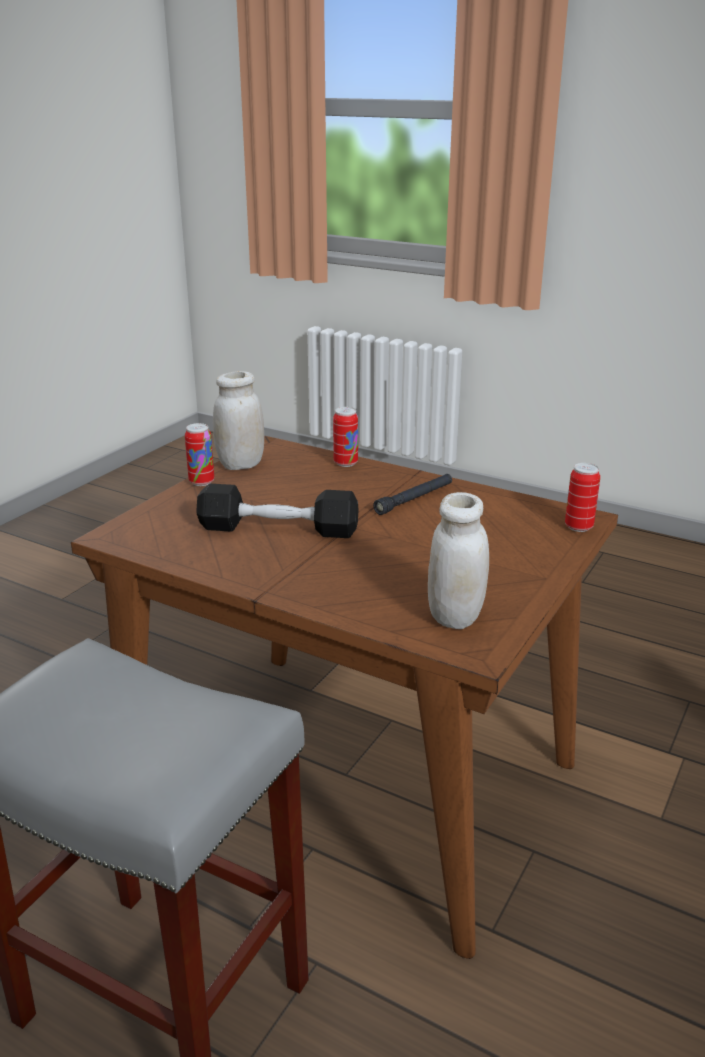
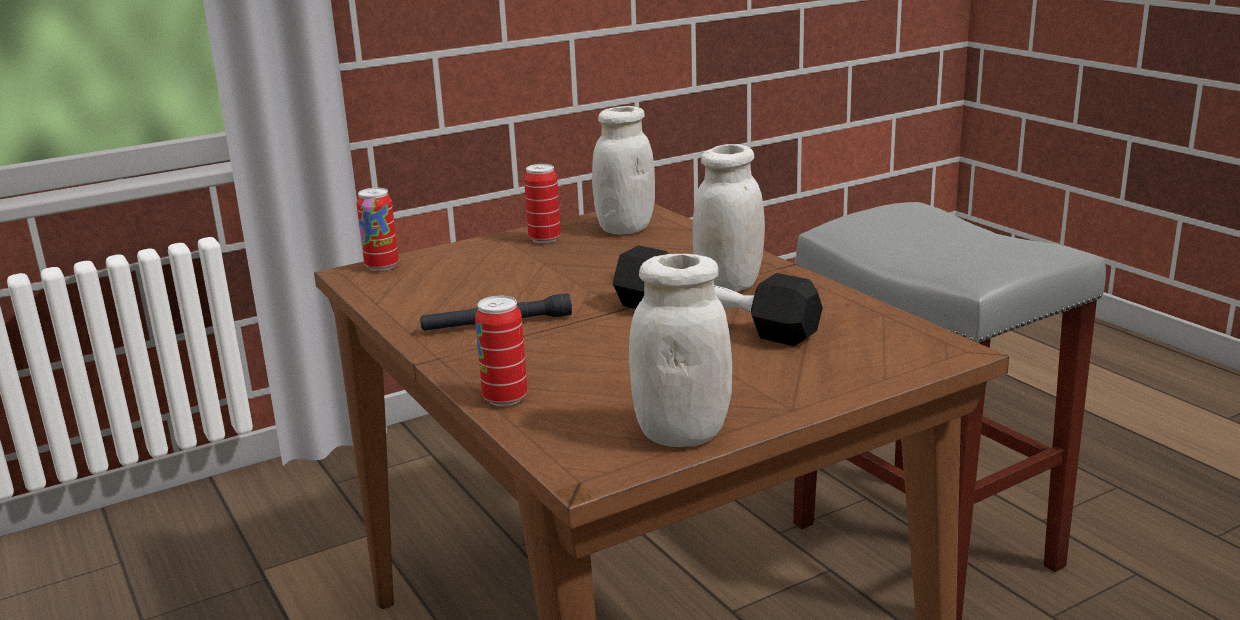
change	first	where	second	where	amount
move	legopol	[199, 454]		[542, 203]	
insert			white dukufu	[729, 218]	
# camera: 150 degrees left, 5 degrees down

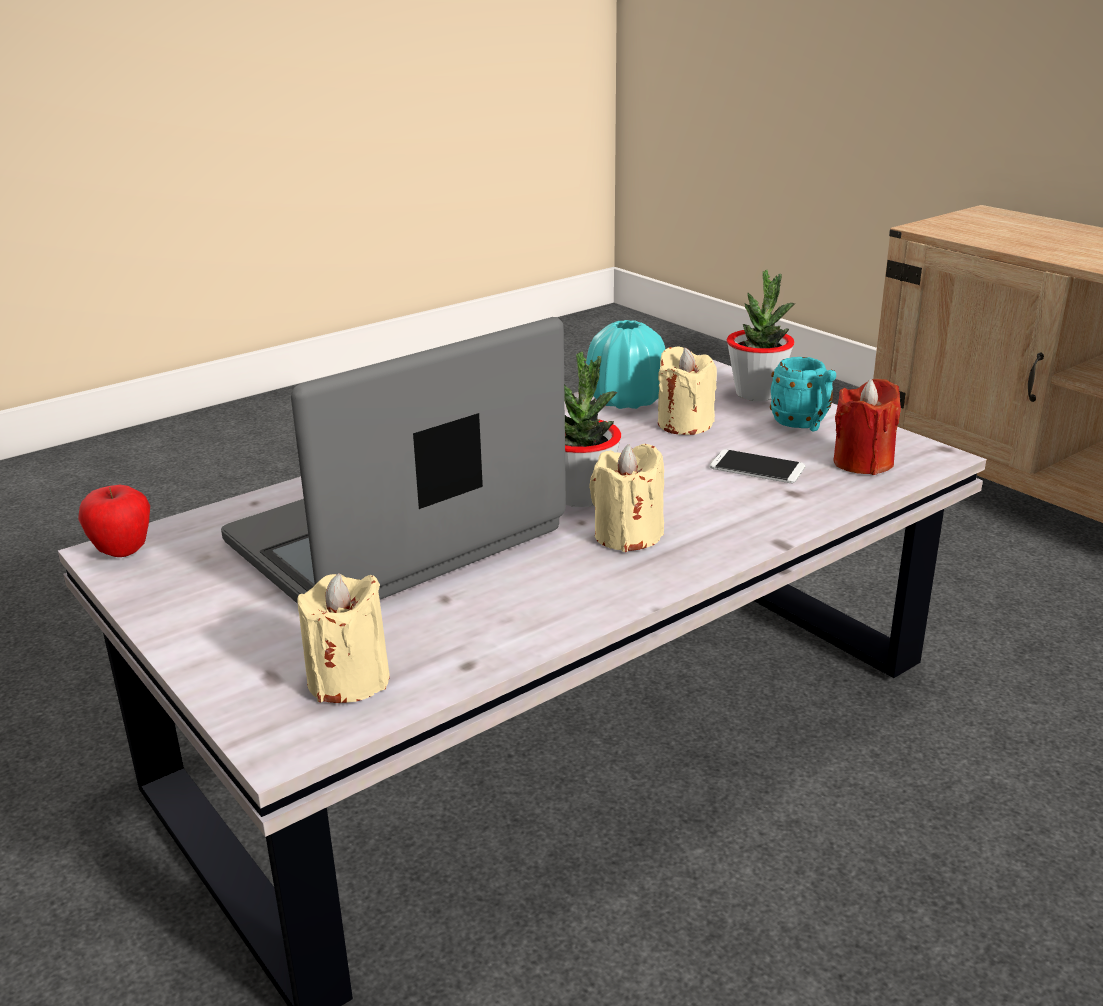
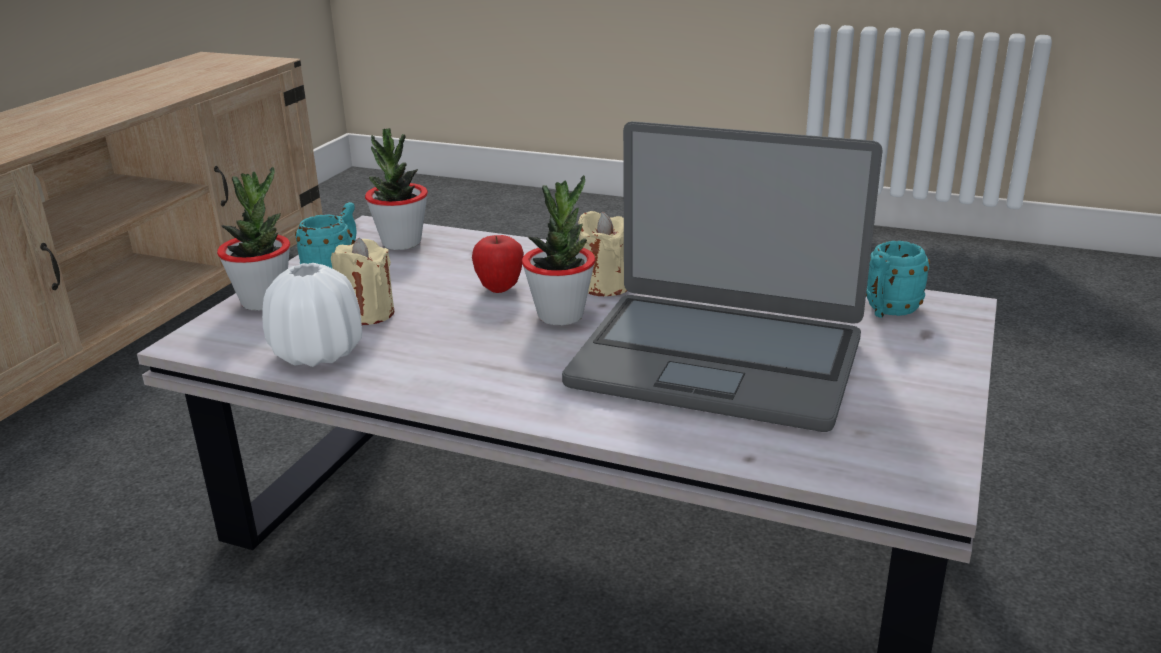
change	first	where	second	where	amount
recolor	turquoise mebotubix	[625, 364]	white mebotubix	[312, 315]	
replace	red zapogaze	[867, 427]	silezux	[396, 189]	
move	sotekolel	[114, 521]		[498, 264]	
replace	beige zapogaze	[343, 638]	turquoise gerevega	[898, 279]	
delete	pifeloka	[757, 466]			
# camera: 120 degrees left, 0 degrees up

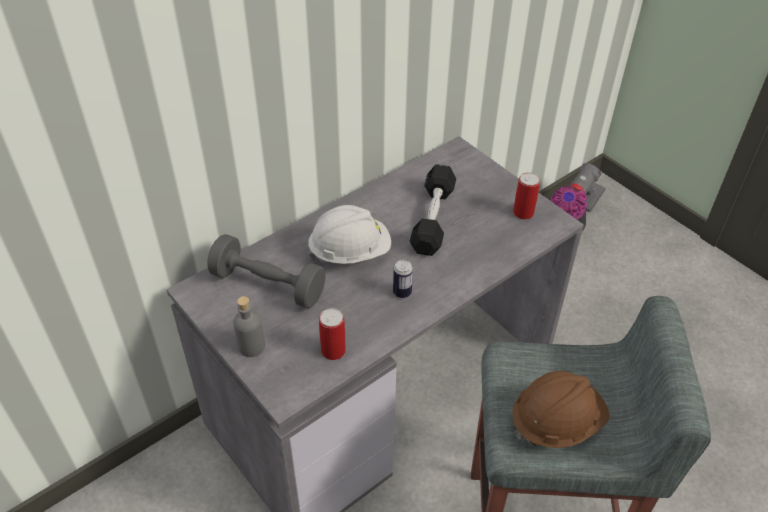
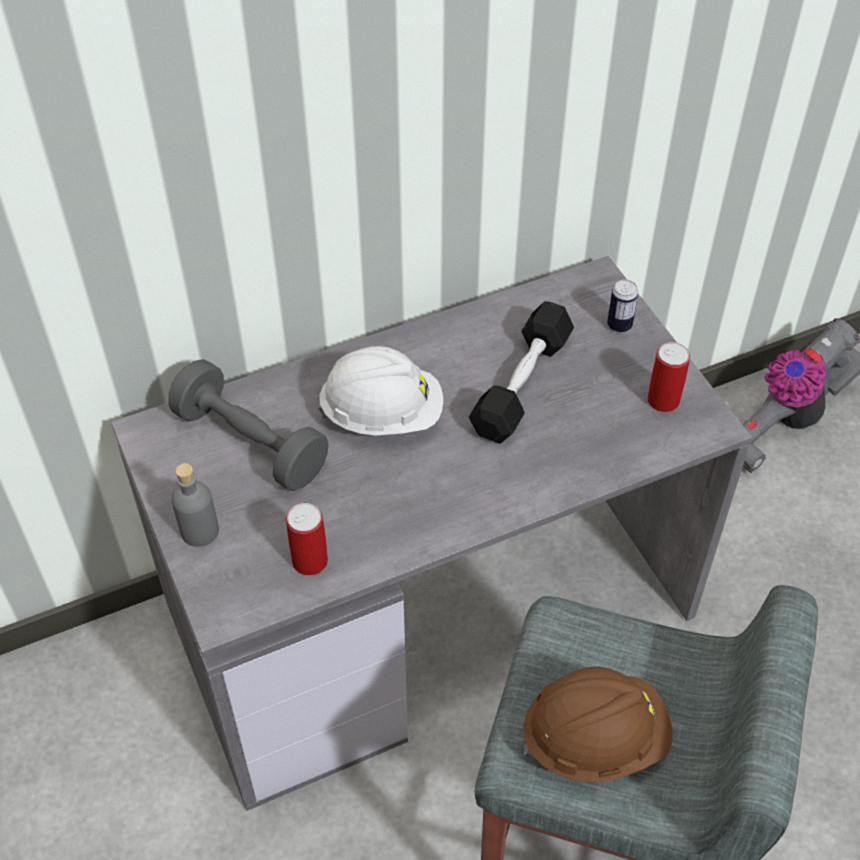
change	first	where	second	where	amount
move	legopol	[403, 279]		[622, 306]	
# camera: 15 degrees right, 5 degrees up

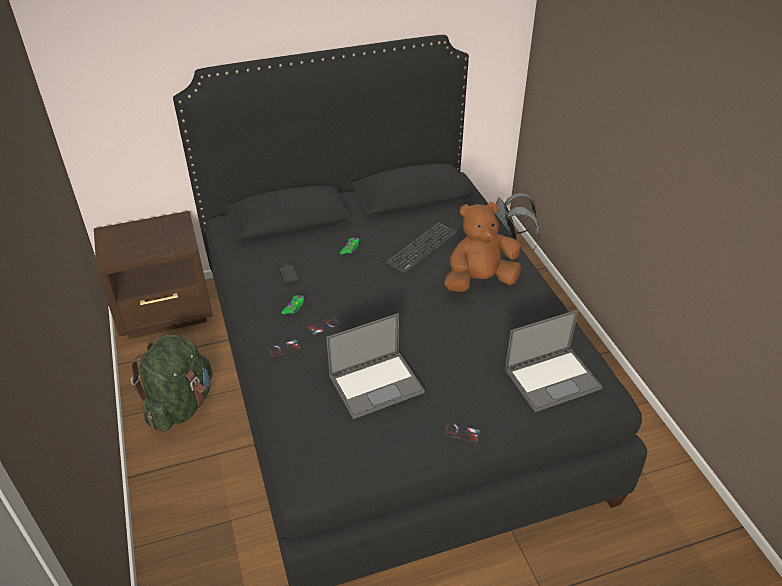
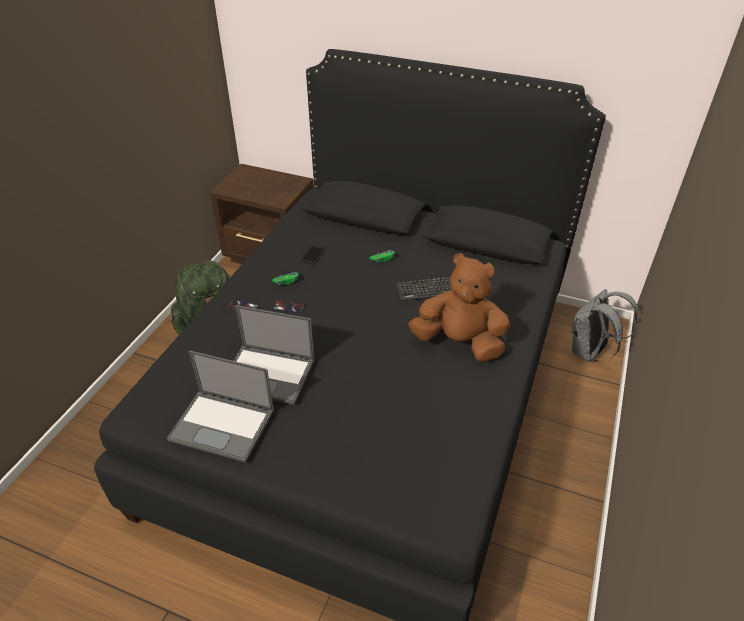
change	first	where	second	where	amount
move	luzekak	[553, 361]		[220, 406]	
delete	pifeloka	[462, 433]			
# camera: 40 degrees right, 0 degrees up

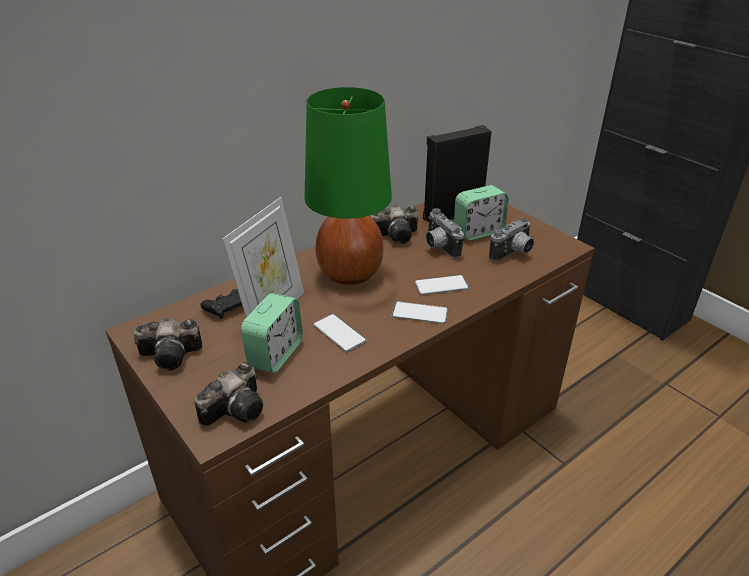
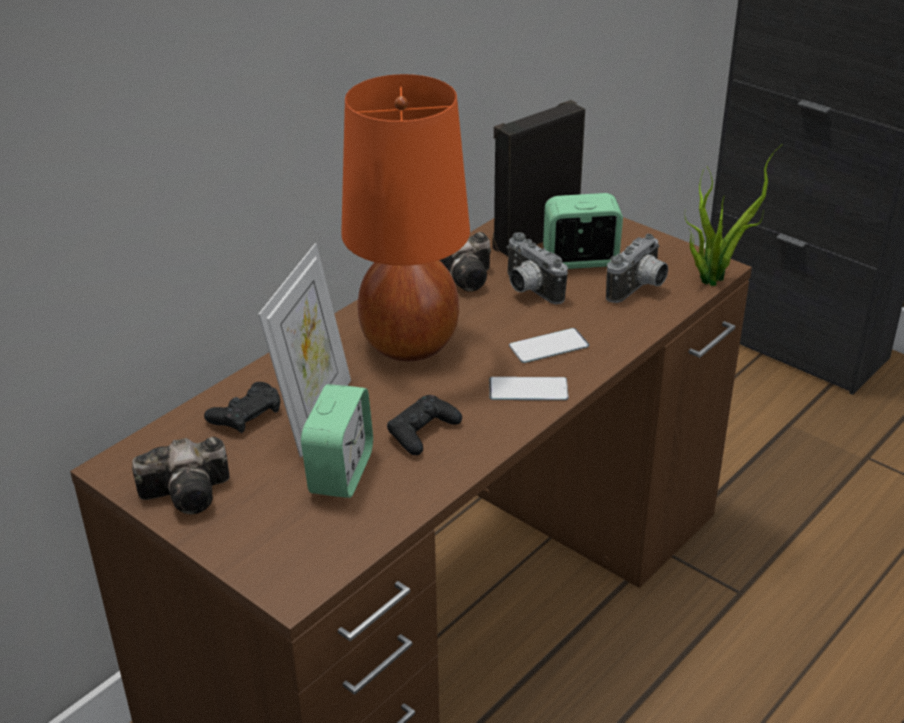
change	first	where	second	where	amount
recolor	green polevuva	[348, 186]	orange polevuva	[405, 217]	
replace	pifeloka	[340, 333]	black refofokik	[424, 425]	
rotate	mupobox	[481, 213]		[583, 231]	150 degrees counterclockwise
insert			silezux	[734, 215]	
delete	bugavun	[228, 394]			
# camera: 10 degrees left, 0 degrees up

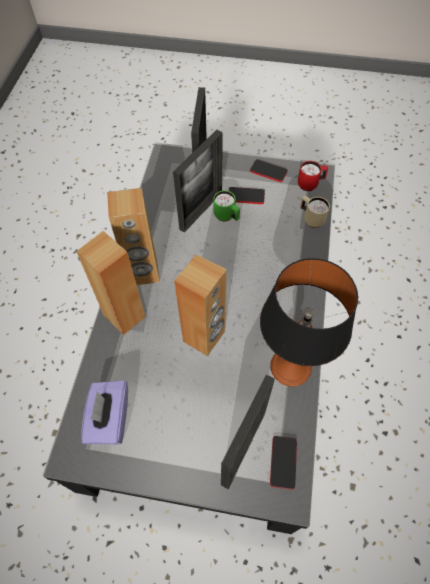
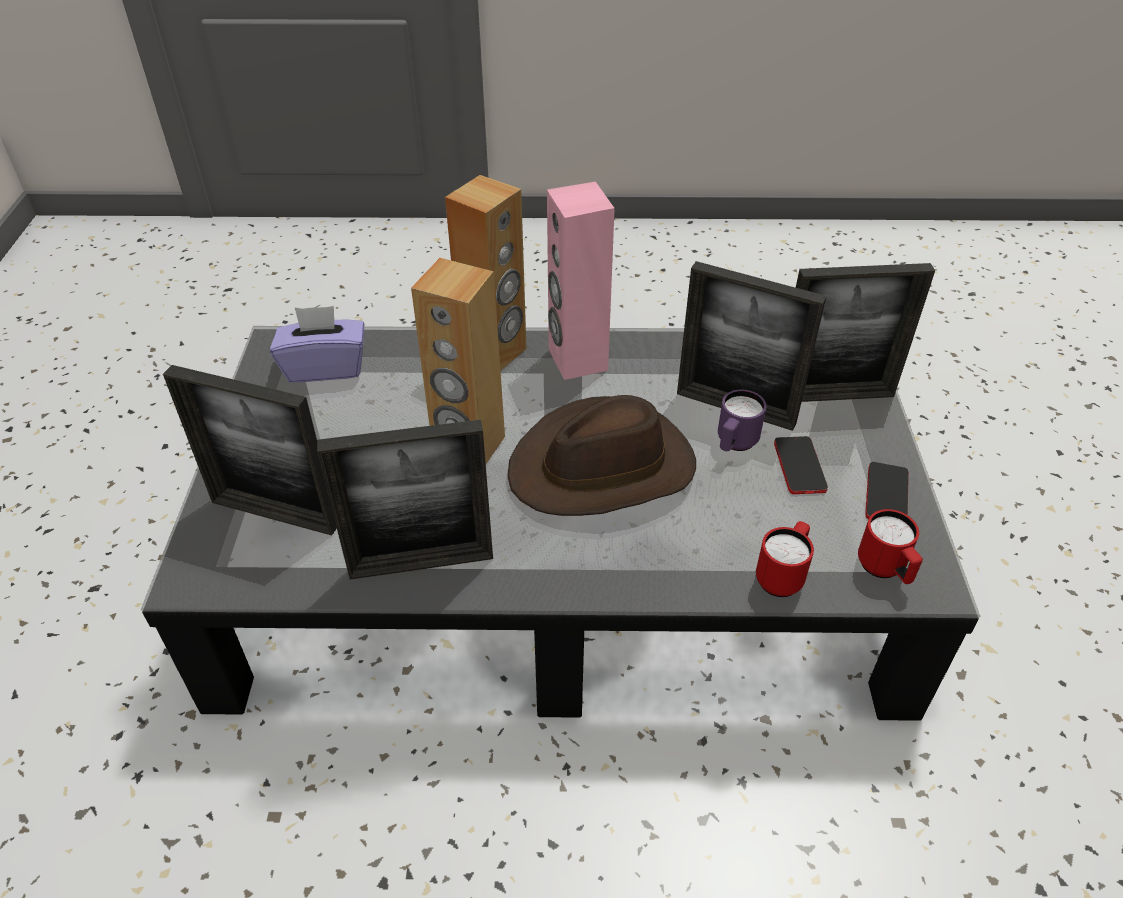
change	first	where	second	where	amount
replace	polevuva	[309, 322]	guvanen	[405, 499]	
insert			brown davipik	[602, 455]	
recolor	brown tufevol	[133, 236]	pink tufevol	[581, 280]	
recolor	green gerevega	[226, 206]	purple gerevega	[742, 420]	
recolor	beige gerevega	[315, 212]	red gerevega	[785, 559]	
delete	pifeloka	[283, 463]			
# camera: 80 degrees right, 15 degrees down

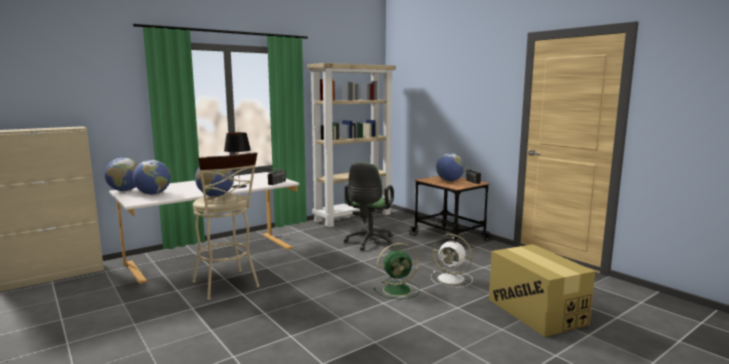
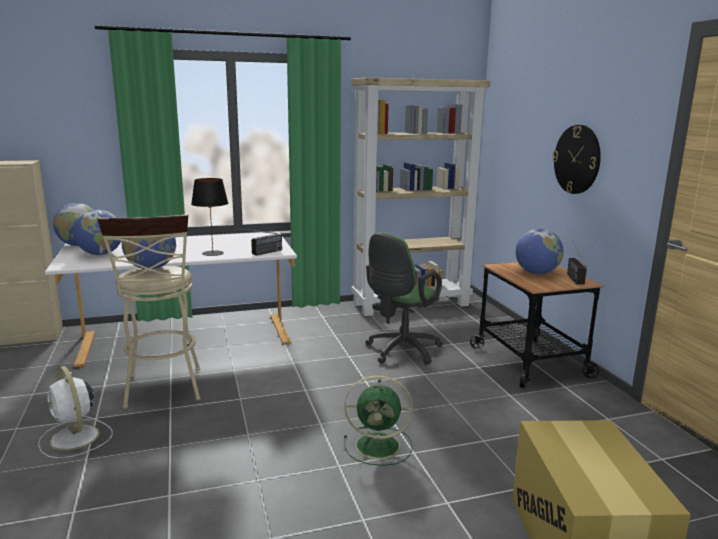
change	first	where	second	where	amount
move	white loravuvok	[452, 261]		[75, 412]	
insert			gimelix	[576, 159]	
# camera: 20 degrees right, 5 degrees up

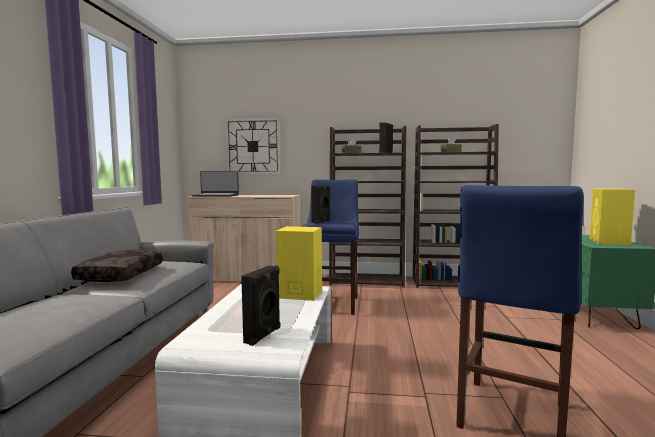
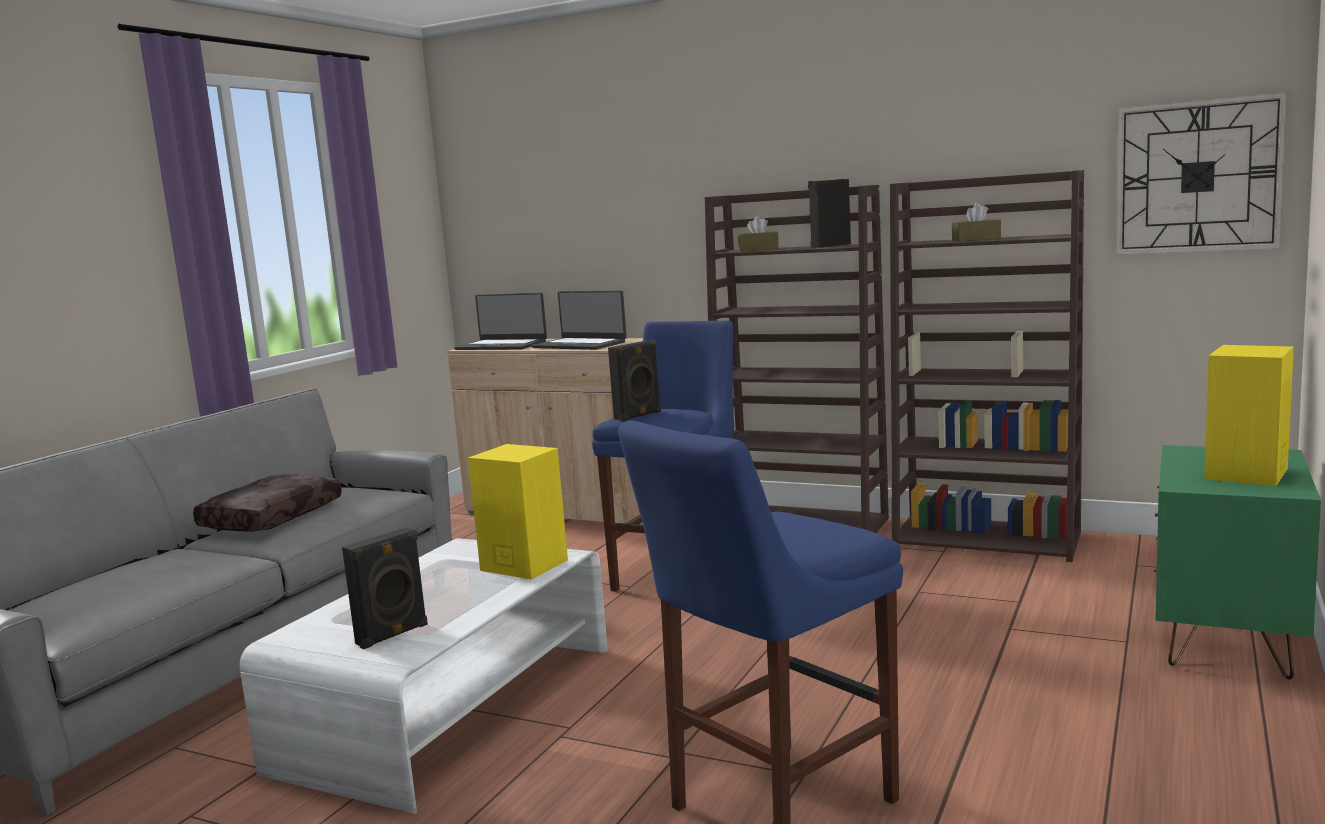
change	first	where	second	where	amount
insert			luzekak	[579, 320]	
move	gimelix	[253, 146]		[1201, 173]	
# camera: 20 degrees right, 5 degrees up

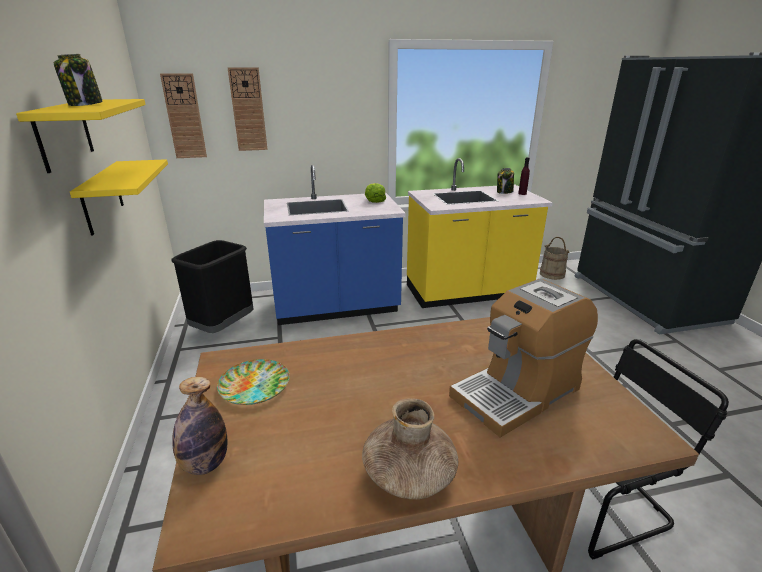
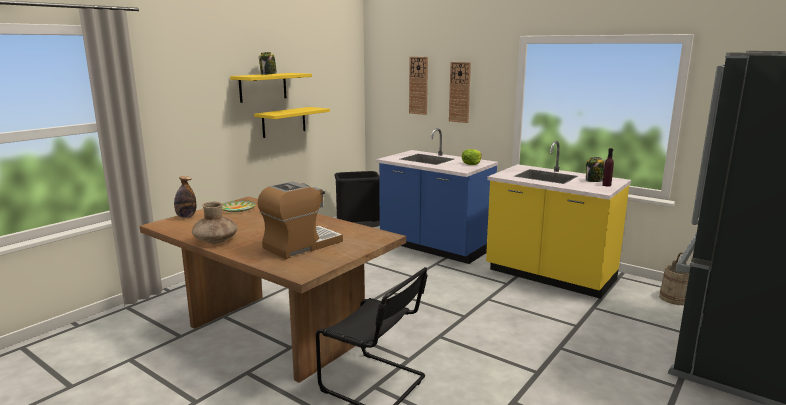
change	first	where	second	where	amount
rotate	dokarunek	[523, 358]		[300, 220]	120 degrees clockwise
move	gimelix	[183, 115]		[460, 92]	
# camera: 50 degrees right, 10 degrees down

